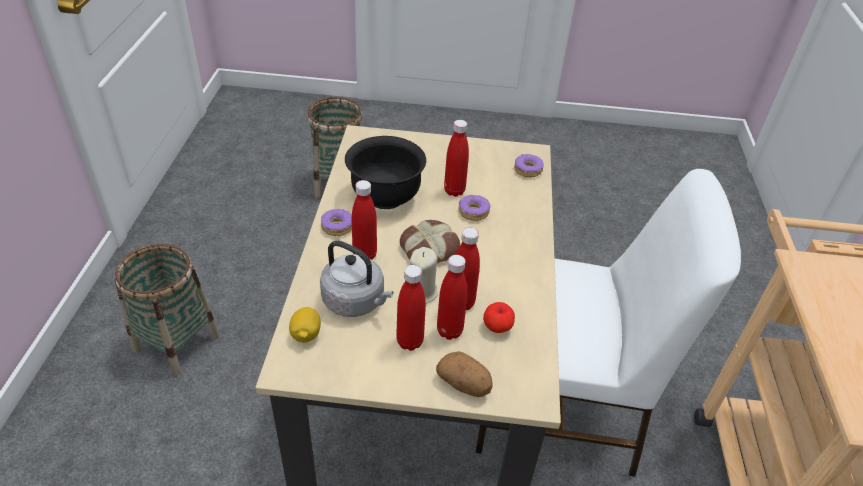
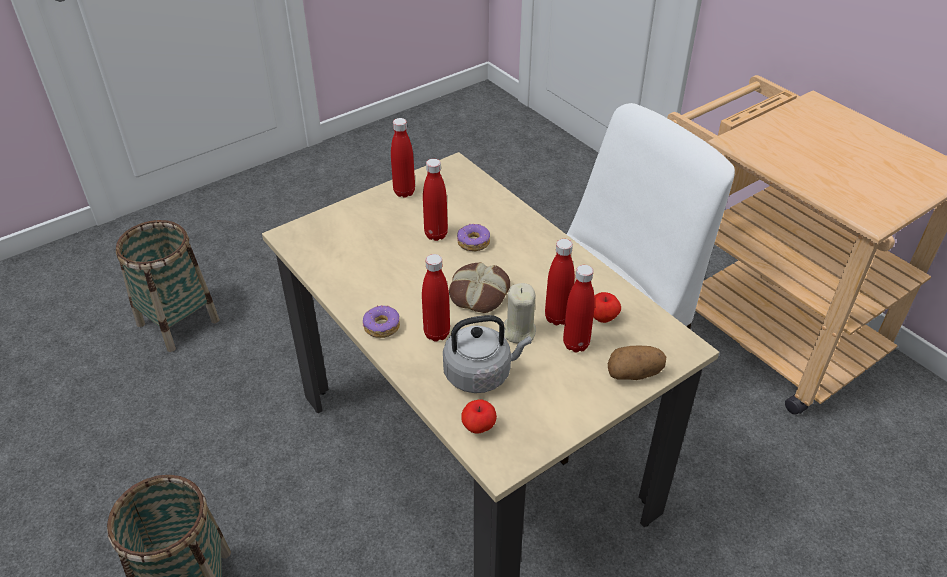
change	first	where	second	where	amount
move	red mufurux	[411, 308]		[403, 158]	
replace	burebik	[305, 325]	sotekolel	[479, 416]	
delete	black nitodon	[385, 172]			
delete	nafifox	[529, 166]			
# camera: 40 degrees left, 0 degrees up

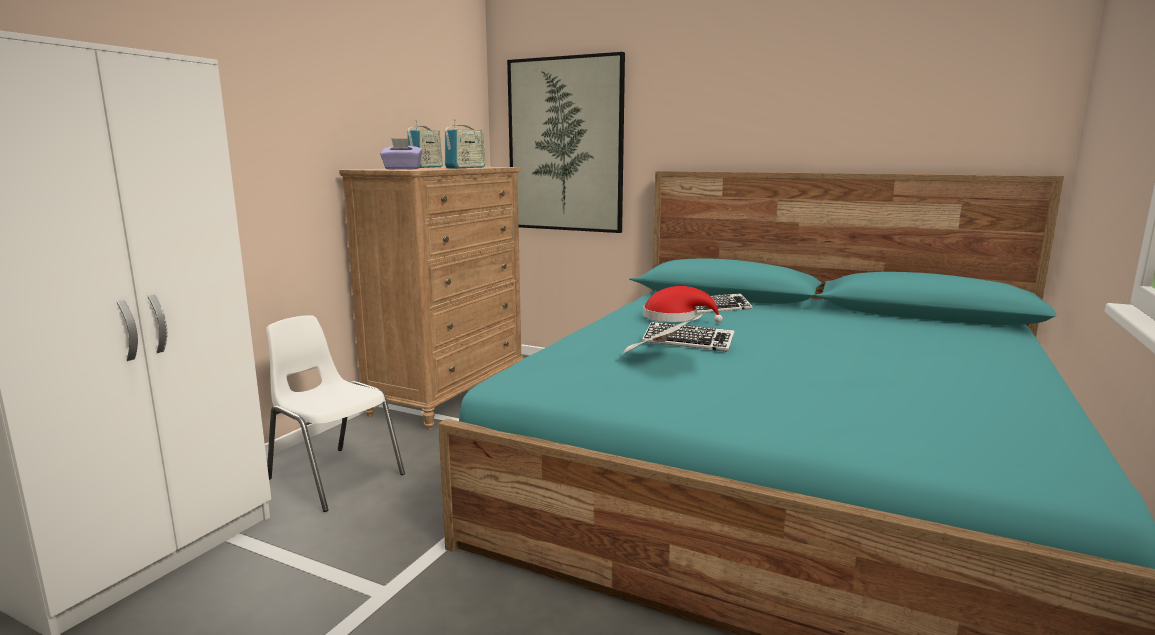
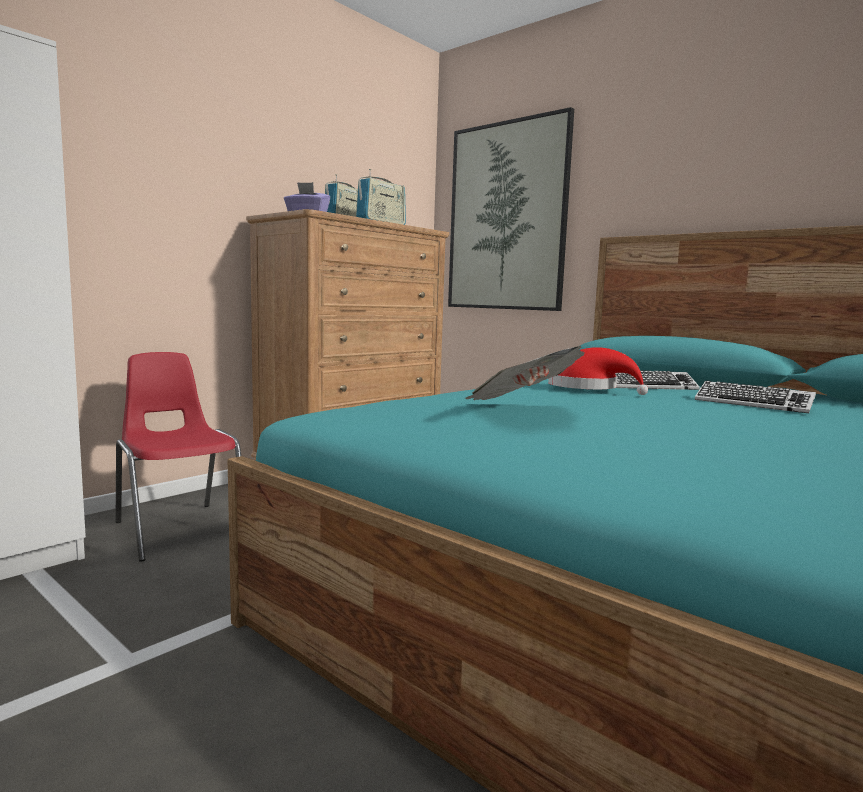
change	first	where	second	where	amount
recolor	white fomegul	[335, 413]	red fomegul	[178, 457]	
move	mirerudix	[688, 337]		[755, 397]	
# camera: 15 degrees right, 5 degrees down

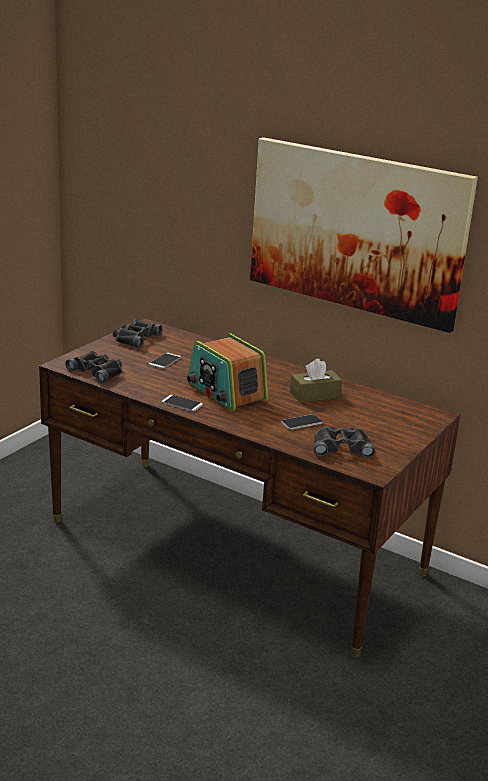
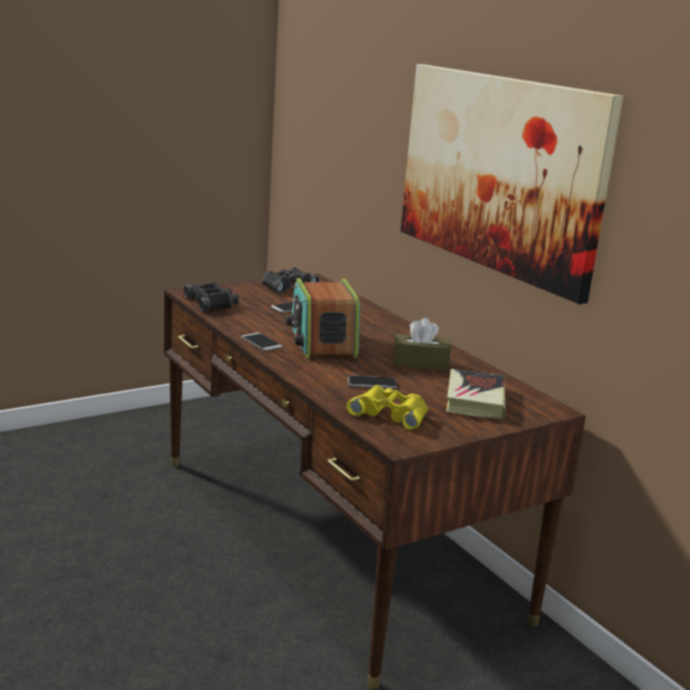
change	first	where	second	where	amount
recolor	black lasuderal	[344, 442]	yellow lasuderal	[387, 408]	
insert			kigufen	[476, 394]	
# camera: 25 degrees right, 5 degrees down

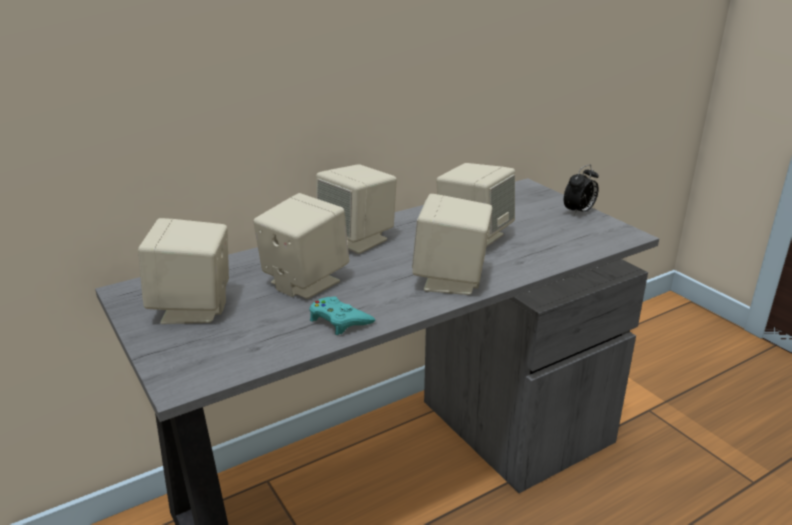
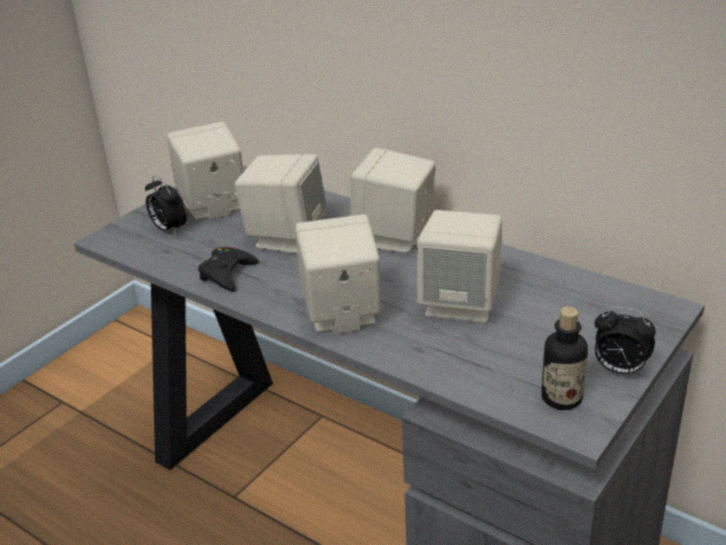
change	first	where	second	where	amount
insert			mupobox	[166, 205]	
recolor	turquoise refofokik	[342, 315]	black refofokik	[228, 269]	
insert			mufurux	[564, 358]	
# camera: 70 degrees right, 5 degrees up

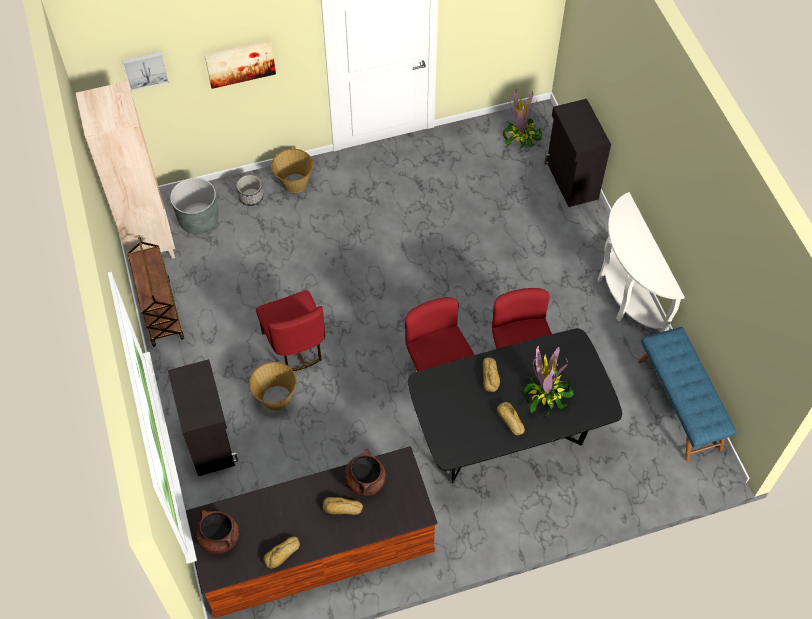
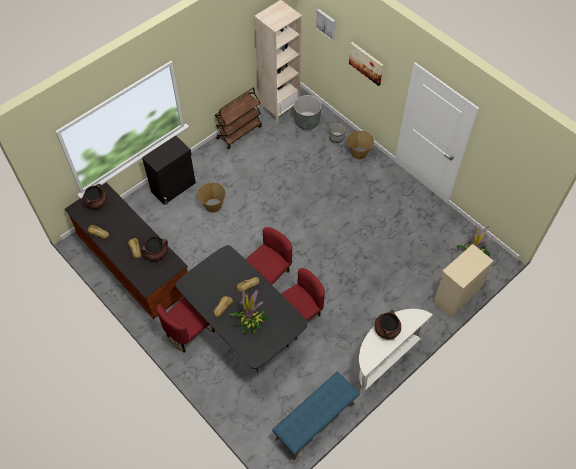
change	first	where	second	where	amount
move	red fomegul	[290, 330]		[186, 325]	
insert			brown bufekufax	[388, 324]	
recolor	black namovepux	[577, 153]	beige namovepux	[463, 280]	
# camera: 65 degrees right, 0 degrees up

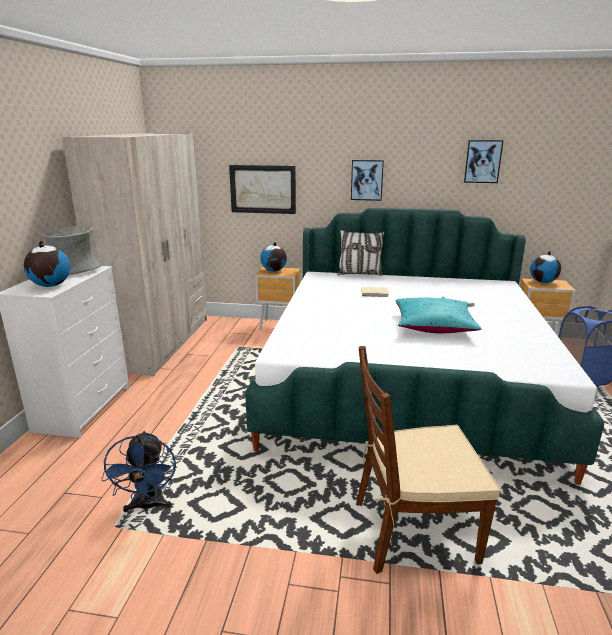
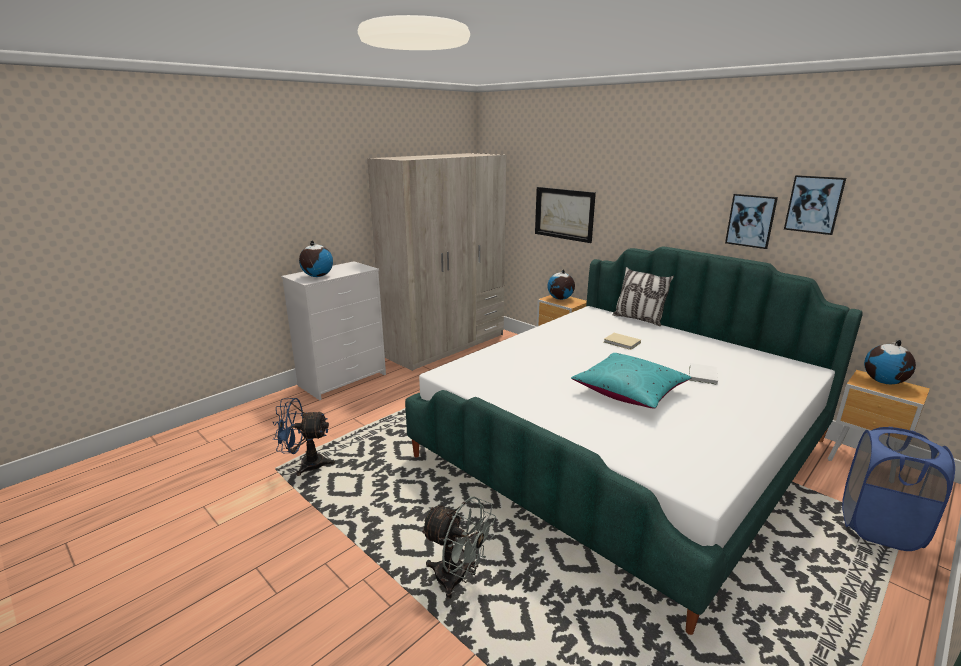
change	first	where	second	where	amount
rotate	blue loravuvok	[138, 471]		[304, 437]	60 degrees clockwise
replace	brown fomegul	[428, 460]	grey loravuvok	[458, 547]	
move	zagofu	[367, 180]		[751, 221]	
delete	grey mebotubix	[71, 250]			
# camera: 35 degrees right, 0 degrees up

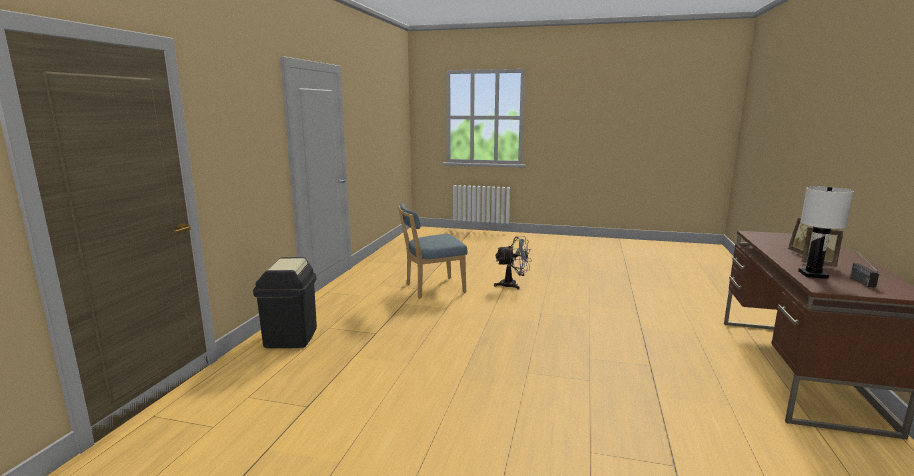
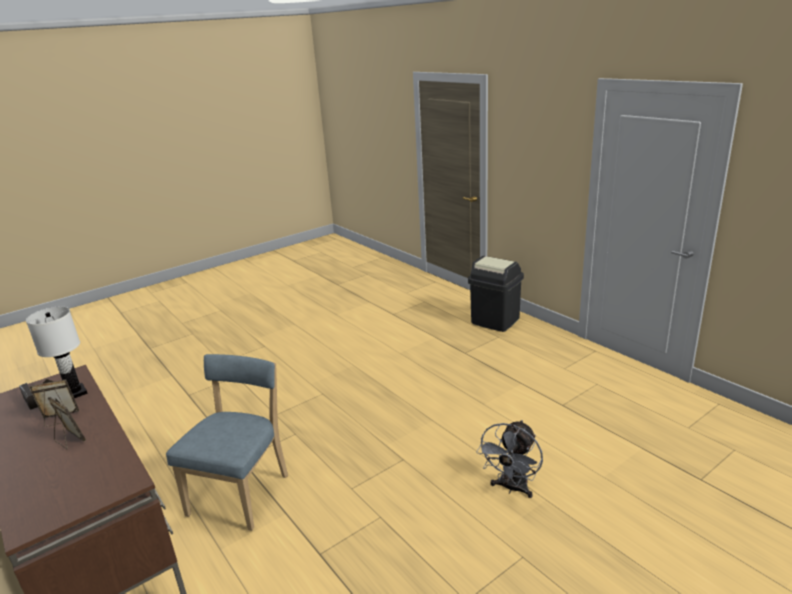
change	first	where	second	where	amount
move	blue fomegul	[432, 250]		[227, 442]	
# camera: 130 degrees right, 10 degrees up

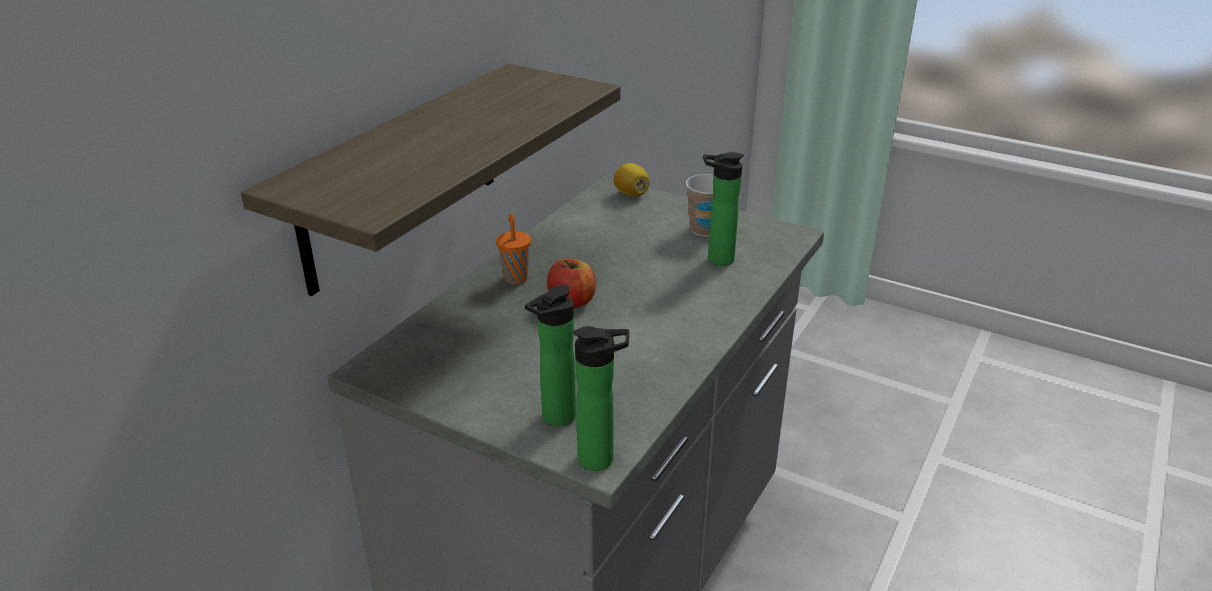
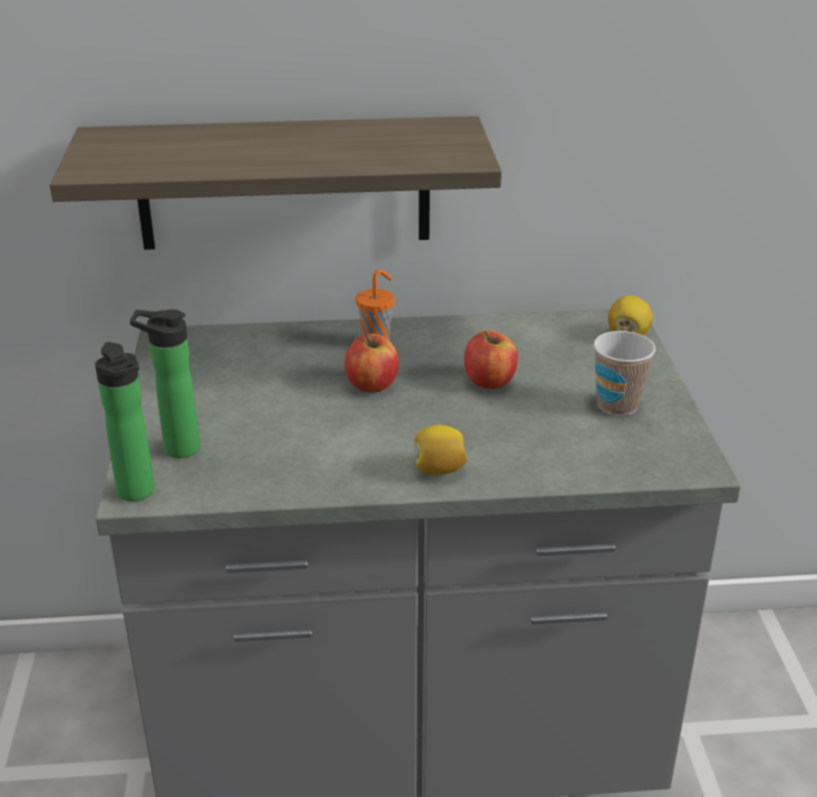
change	first	where	second	where	amount
insert			burebik	[441, 450]	
insert			sotekolel	[491, 359]	
delete	mufurux	[723, 209]			
# camera: 55 degrees right, 0 degrees up

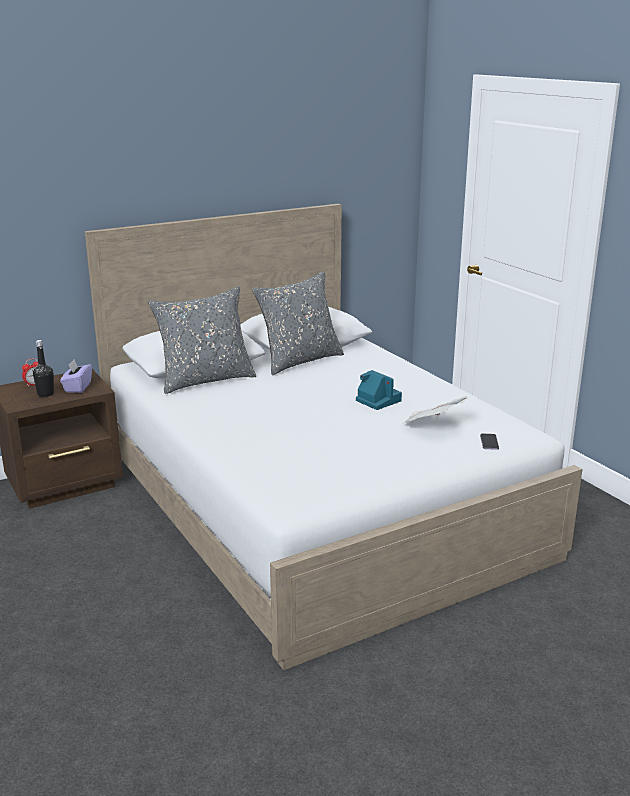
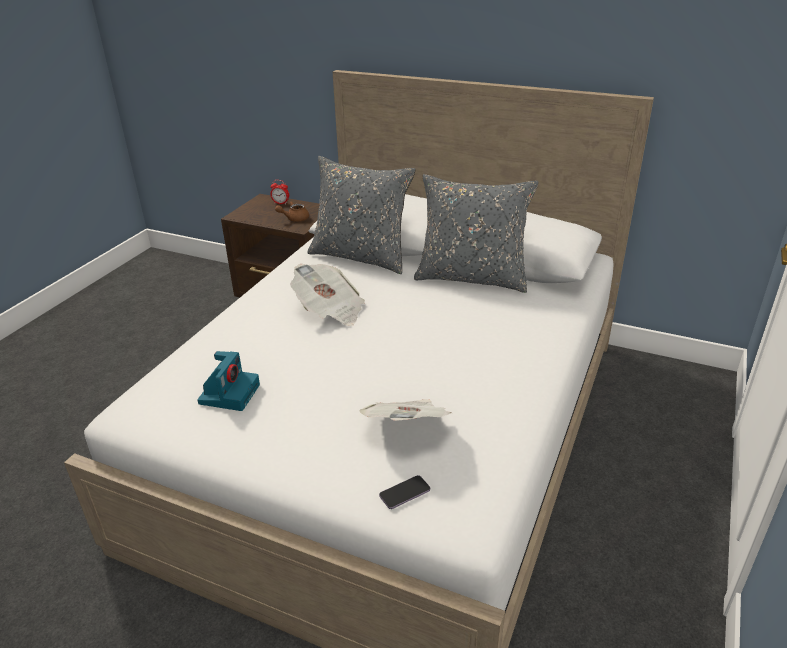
change	first	where	second	where	amount
move	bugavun	[379, 390]		[228, 381]	
replace	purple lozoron	[76, 376]	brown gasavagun	[292, 211]	
insert			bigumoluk	[327, 295]	
delete	black mufurux	[43, 368]			
# camera: 55 degrees right, 10 degrees up

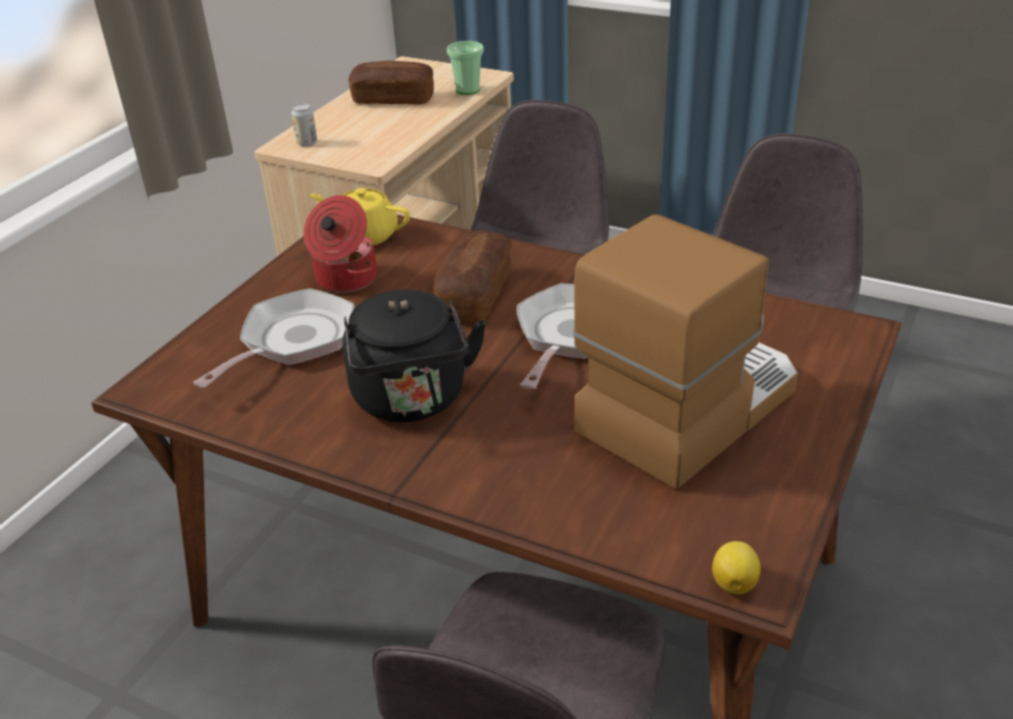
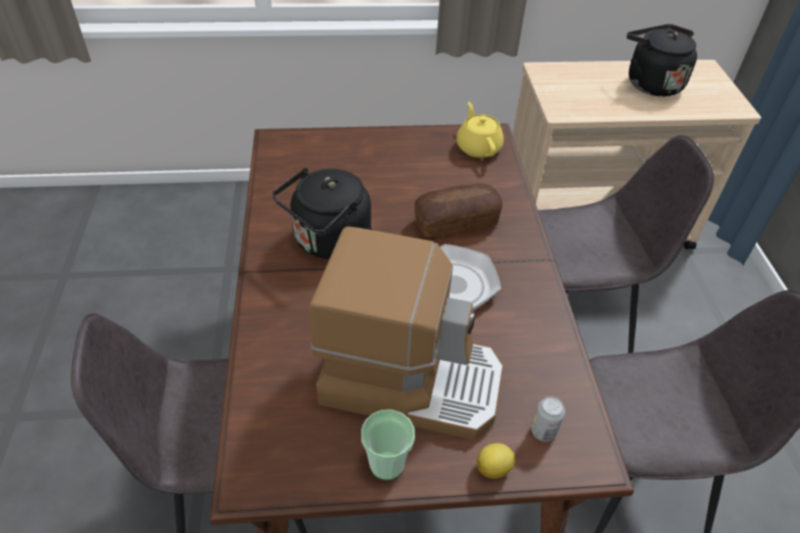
change	first	where	second	where	amount
move	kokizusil	[465, 68]		[388, 445]	
move	burebik	[736, 567]		[496, 461]	
move	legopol	[304, 125]		[548, 419]	
replace	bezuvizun	[391, 83]	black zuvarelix	[662, 60]	
delete	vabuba	[273, 338]			
delete	bufekufax	[340, 244]			
# camera: 55 degrees right, 10 degrees up

